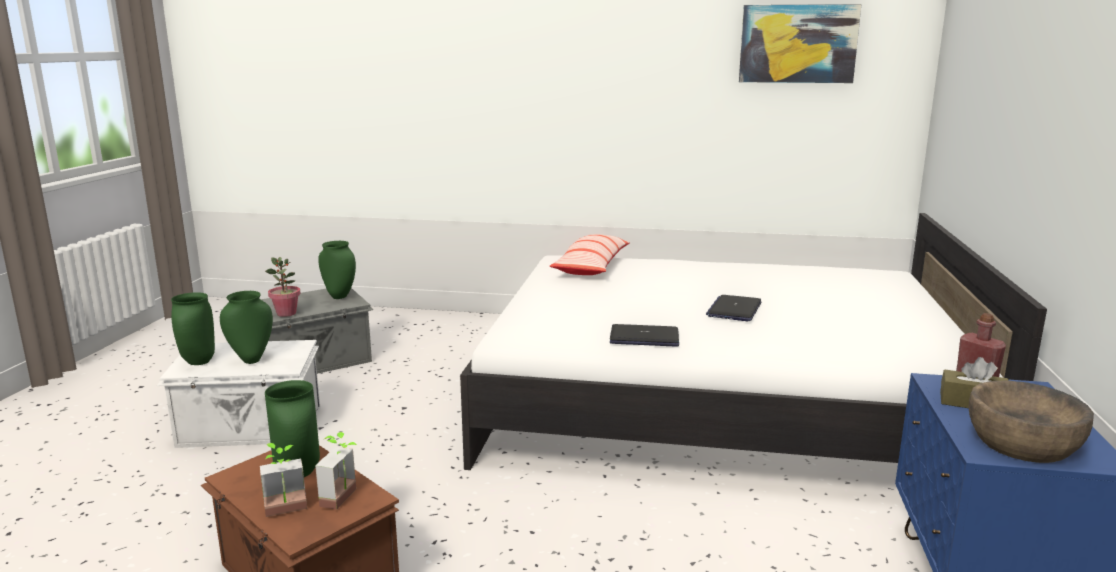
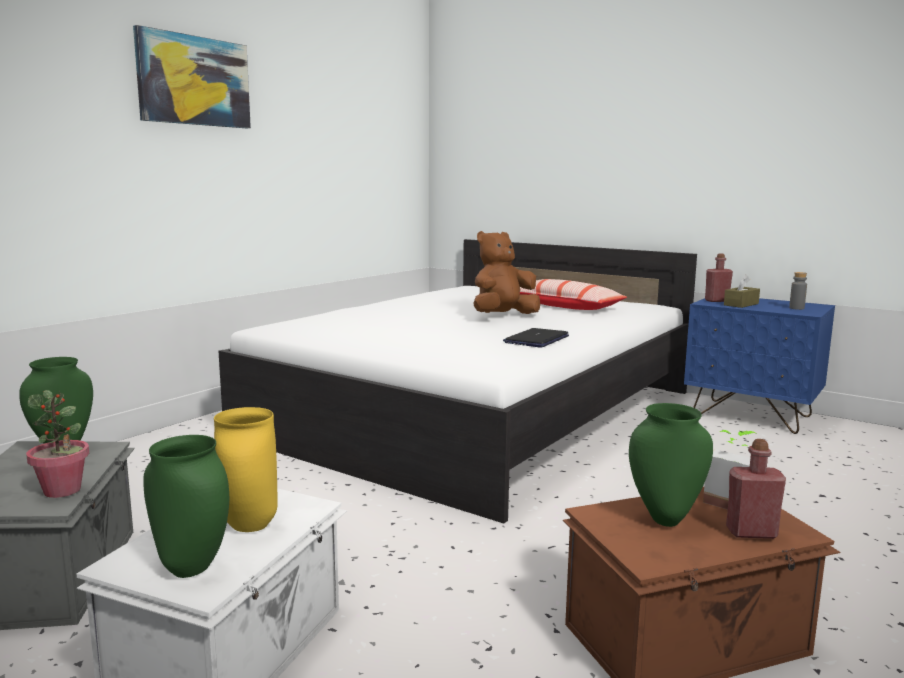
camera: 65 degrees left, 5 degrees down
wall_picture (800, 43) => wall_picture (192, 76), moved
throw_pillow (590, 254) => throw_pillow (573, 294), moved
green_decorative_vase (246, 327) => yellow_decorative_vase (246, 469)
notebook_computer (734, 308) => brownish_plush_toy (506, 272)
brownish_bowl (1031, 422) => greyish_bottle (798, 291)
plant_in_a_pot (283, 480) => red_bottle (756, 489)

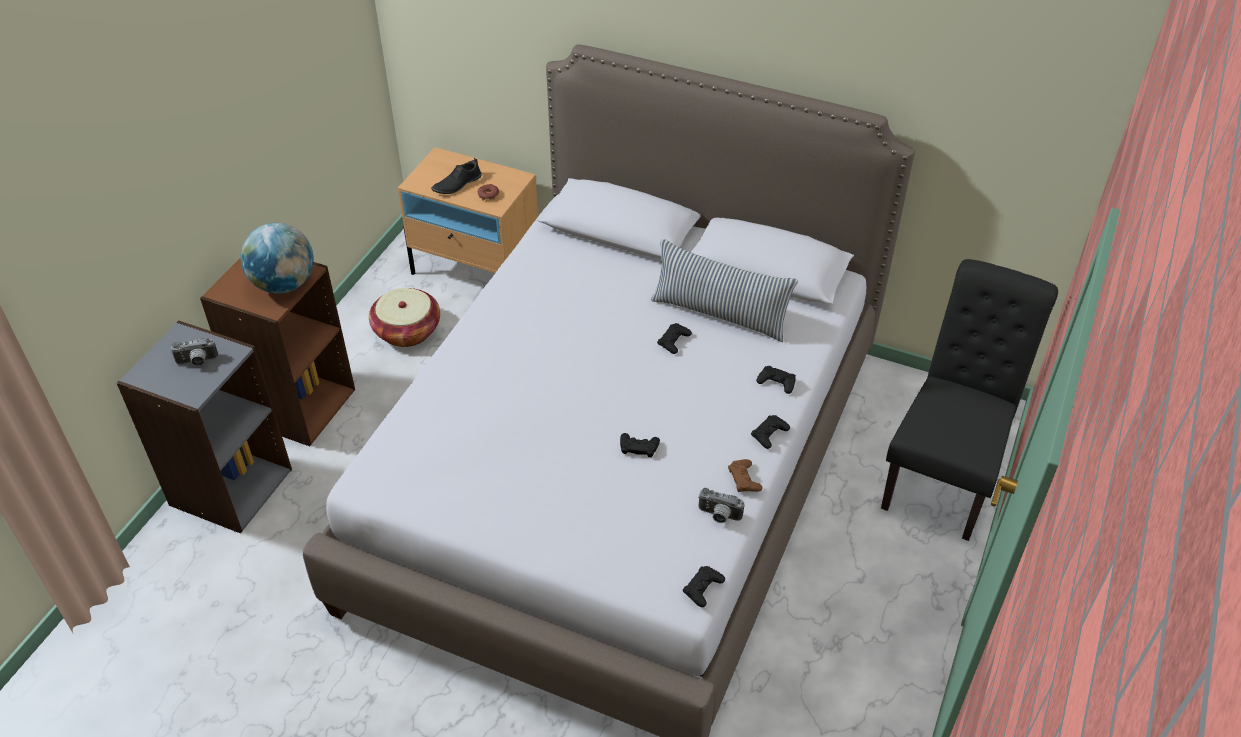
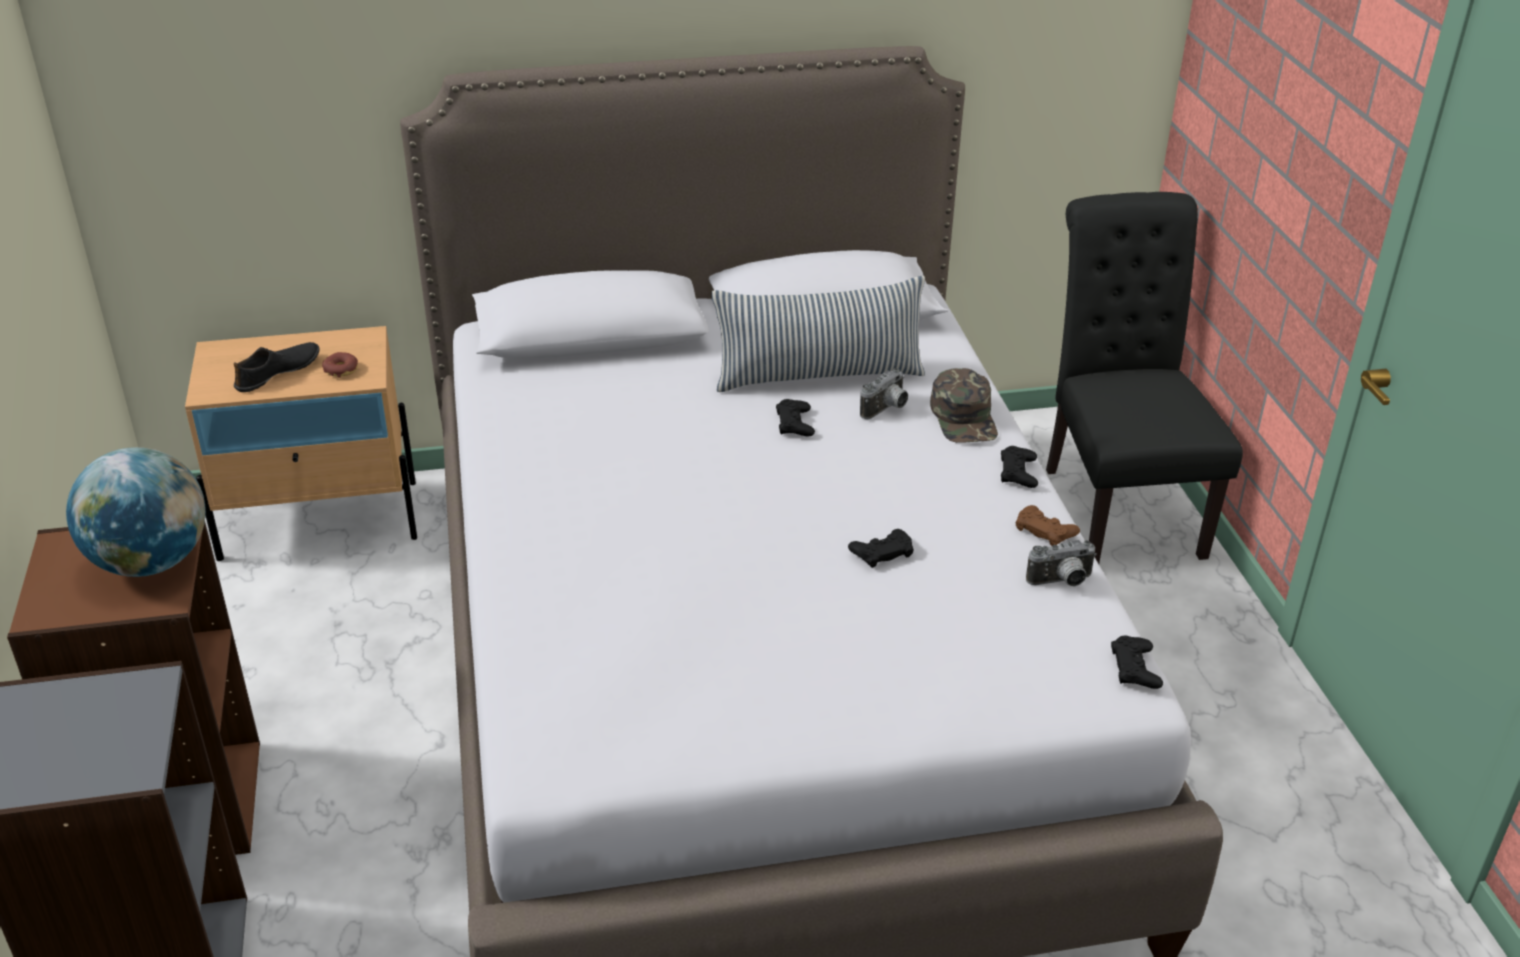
camera: 35 degrees left, 10 degrees down
blackish_item_of_footwear (456, 176) => blackish_item_of_footwear (277, 367), 150 degrees counterclockwise
basket (404, 317) => nothing
still_camera (194, 352) => still_camera (884, 393), moved
blackish_joypad (776, 380) => green_peaked_cap (964, 405)

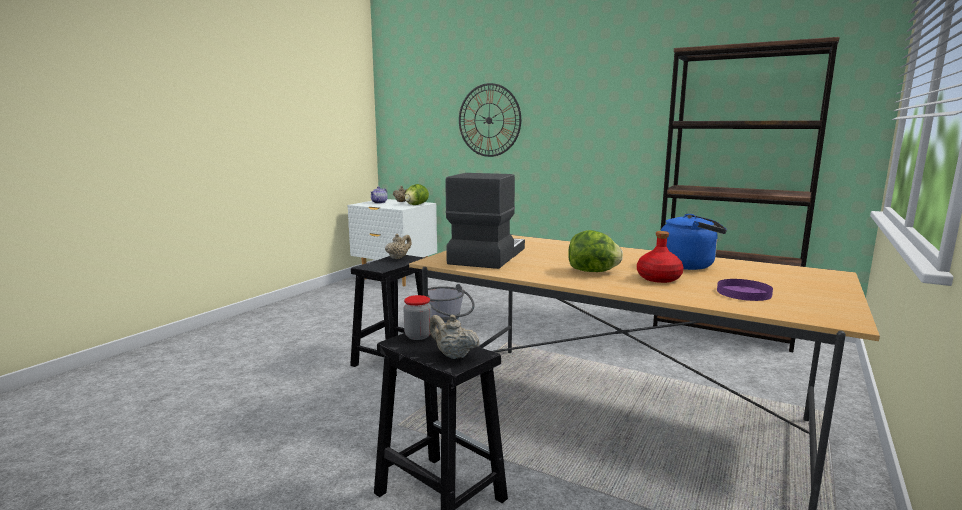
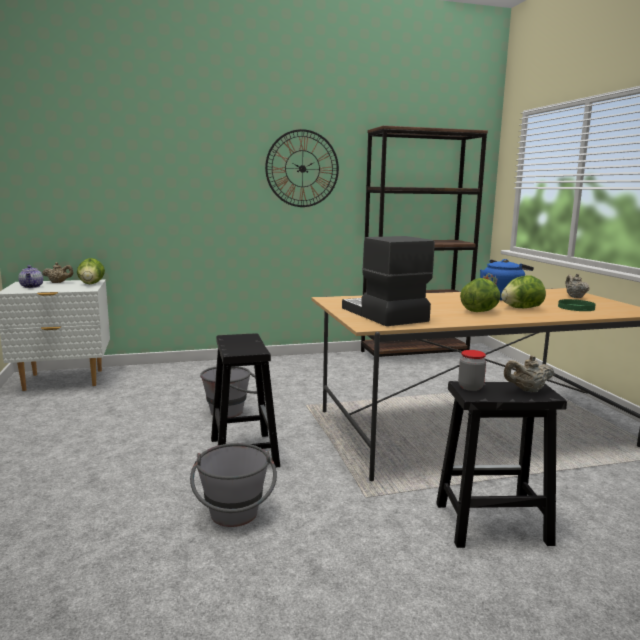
camera: 45 degrees left, 0 degrees up
wall_clock (490, 120) => wall_clock (302, 168), moved
red_bottle (660, 257) => lettuce (523, 291)
beige_teapot (398, 246) => beige_teapot (577, 285), moved
purplish_flat_dish (745, 290) => green_flat_dish (577, 305)
nothing => greyish_water_bucket (233, 485)

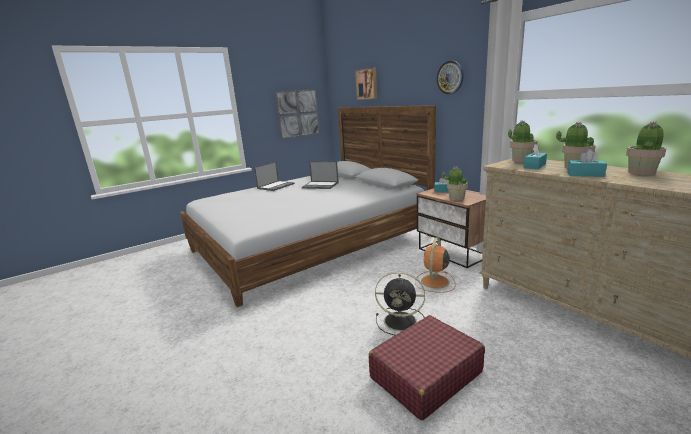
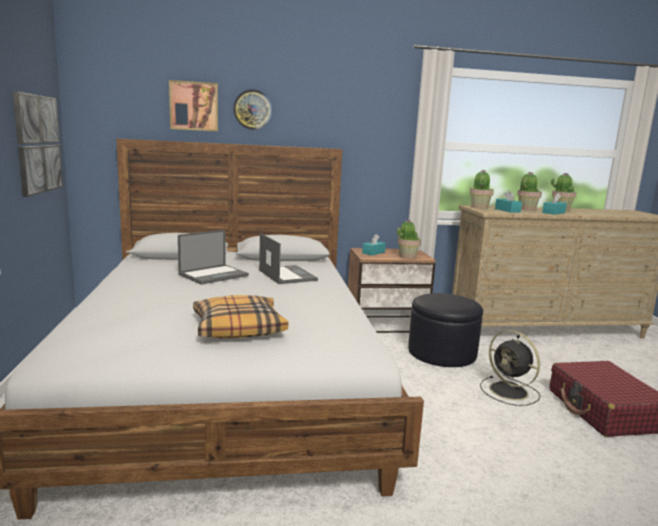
camera: 65 degrees left, 5 degrees down
wall_clock (450, 77) => wall_clock (253, 109), moved
notebook_computer (274, 176) => notebook_computer (288, 258), moved
orangey_fan (435, 265) => blackish_pouffe (445, 330)
blackish_fan (400, 303) => blackish_fan (510, 368), 105 degrees clockwise
nothing => throw_pillow (240, 316)

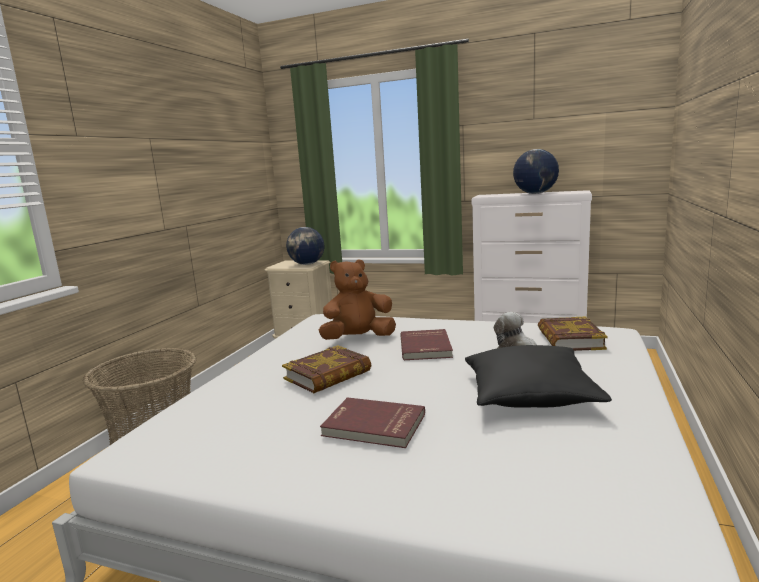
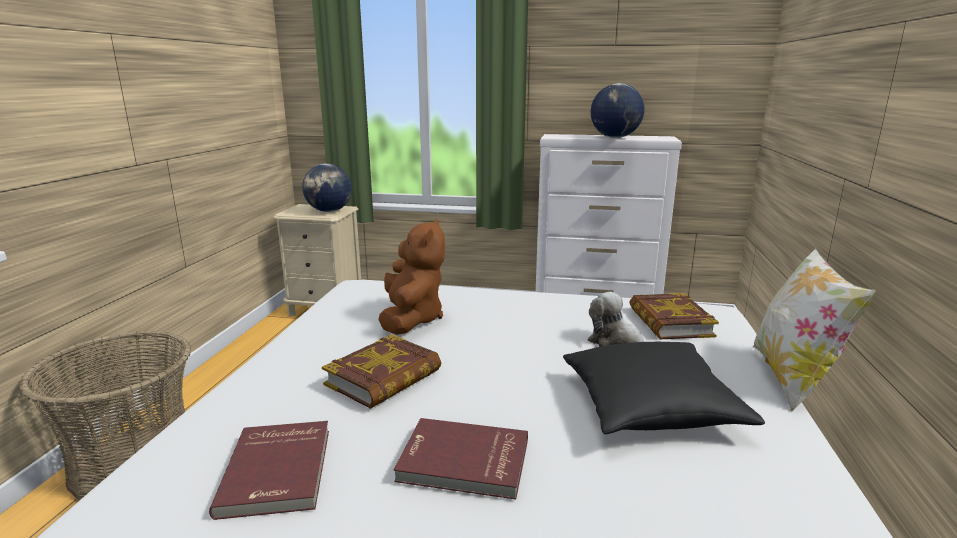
camera: 10 degrees left, 5 degrees up
brownish_plush_toy (357, 299) => brownish_plush_toy (411, 277), 120 degrees clockwise
red_bound_book (426, 344) => red_bound_book (269, 470), moved
nothing => throw_pillow (814, 330)

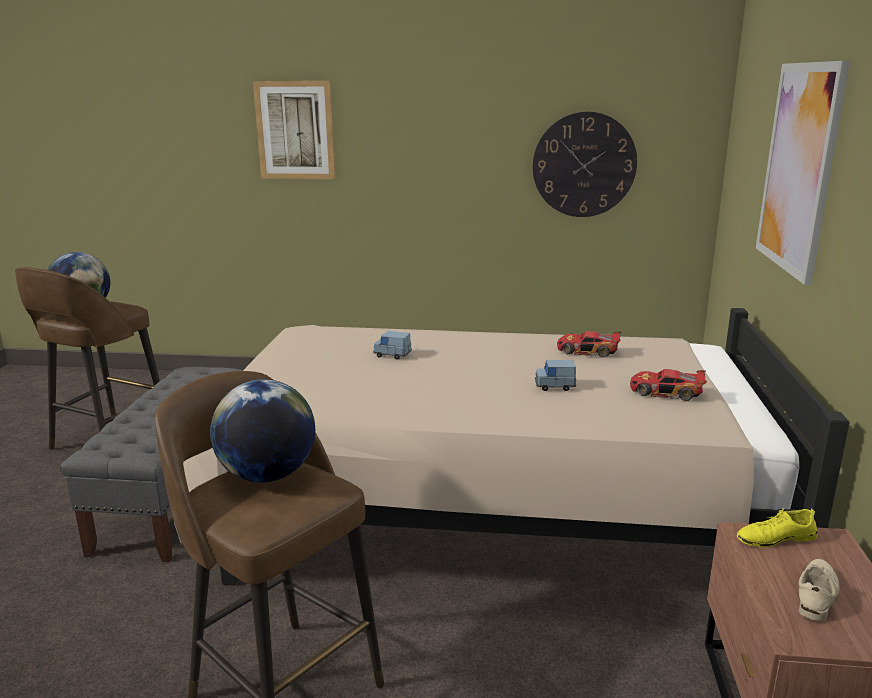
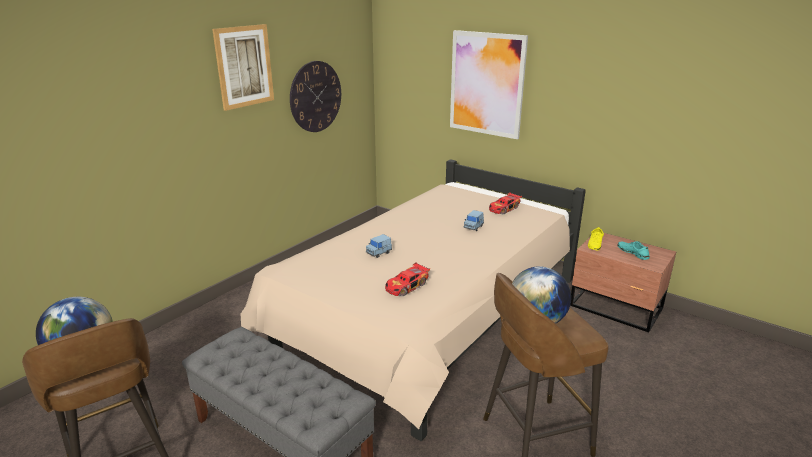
camera: 60 degrees left, 5 degrees up
wall_picture (294, 130) => wall_picture (243, 67), moved
toy_car (589, 344) => toy_car (407, 279), moved
beige_item_of_footwear (819, 590) => turquoise-coloured_item_of_footwear (633, 250)

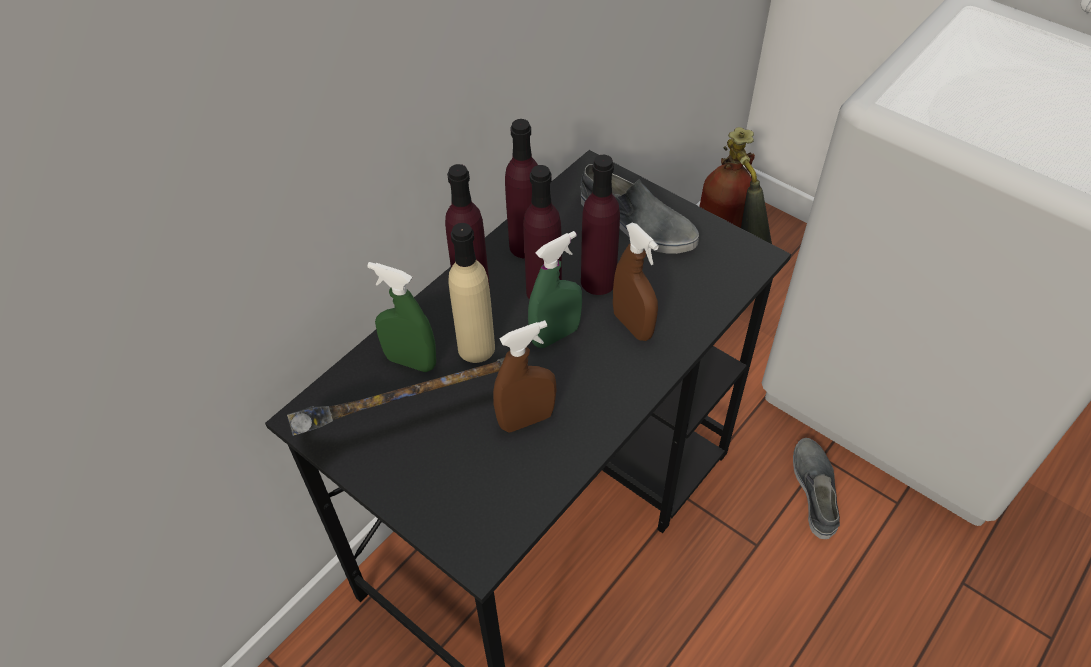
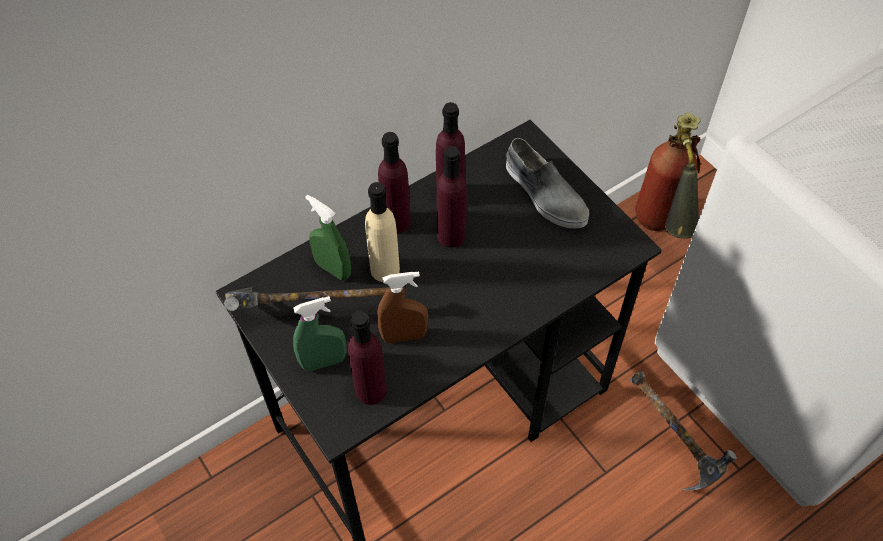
camera: 15 degrees right, 5 degrees up
purplish_bottle (600, 225) => purplish_bottle (367, 358), moved
brownish_spray_bottle (636, 282) => nothing
green_spray_bottle (555, 289) => green_spray_bottle (319, 334), moved
greyish_item_of_footwear (816, 488) => tool_hammer (683, 430)

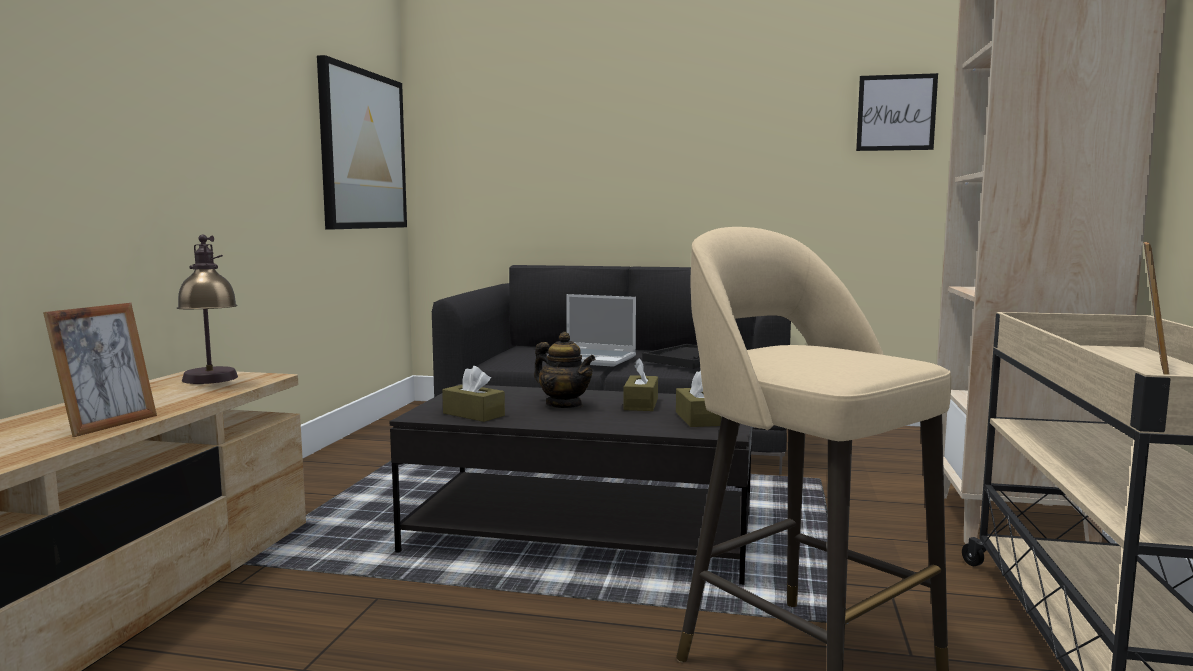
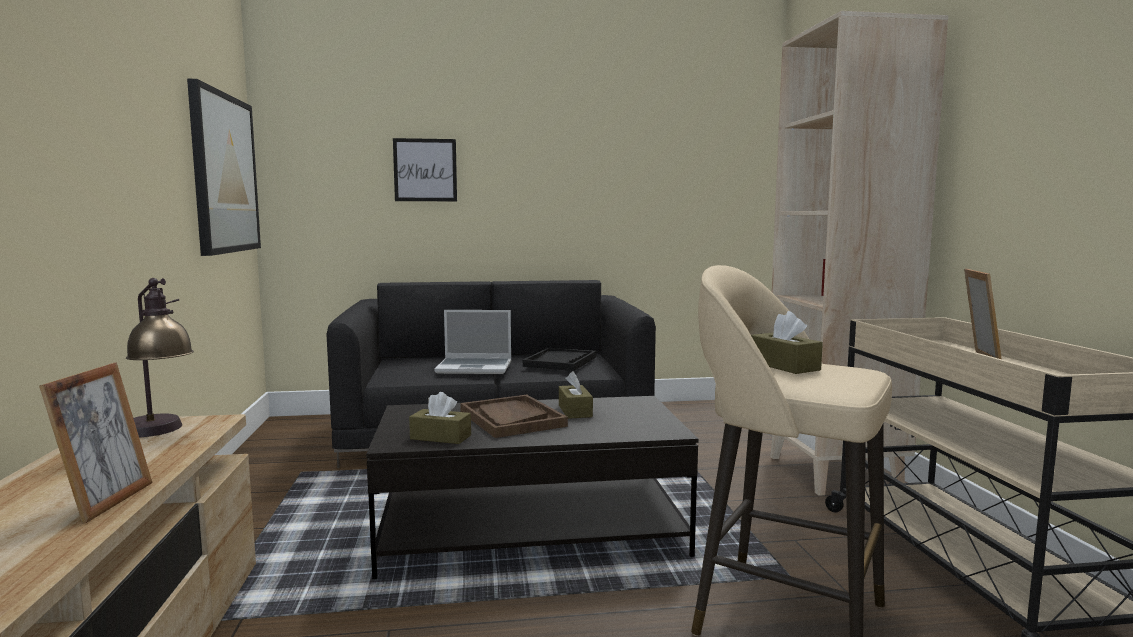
camera: 20 degrees left, 0 degrees up
wall_picture (897, 112) => wall_picture (425, 169), moved
teapot (564, 370) => brownish_serving_tray (514, 416)
brownish_box_of_tissues (698, 398) => brownish_box_of_tissues (787, 342), moved

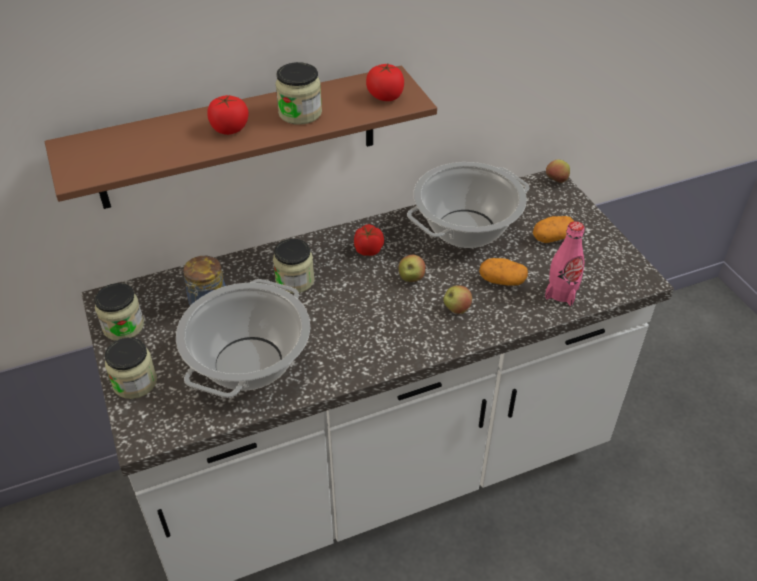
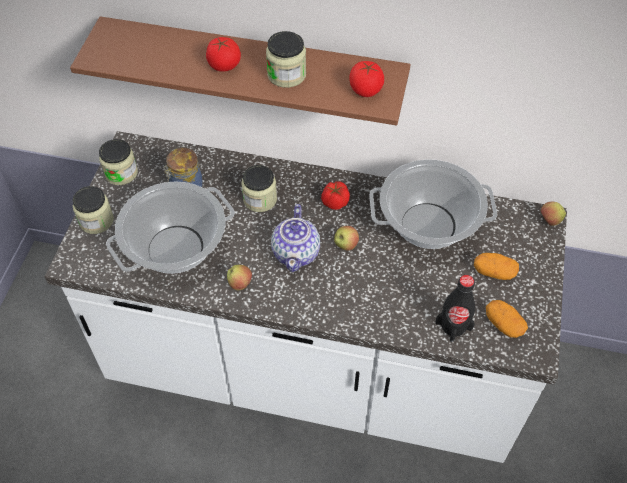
camera: 35 degrees right, 10 degrees up
pink_bottle (564, 263) => blackish_bottle (455, 308)
potato (503, 272) => potato (507, 319), moved
whole_apple (457, 299) => whole_apple (239, 278), moved
nothing => teapot (295, 238)

